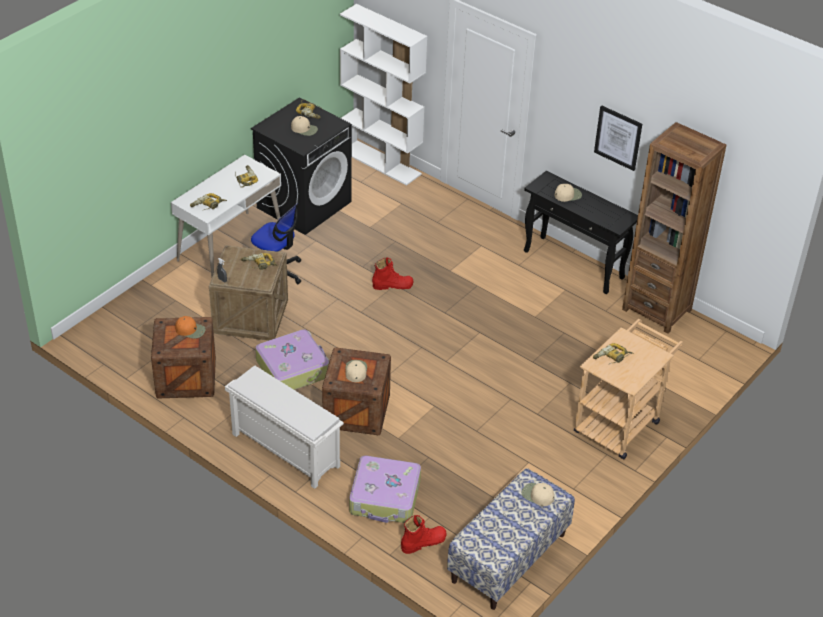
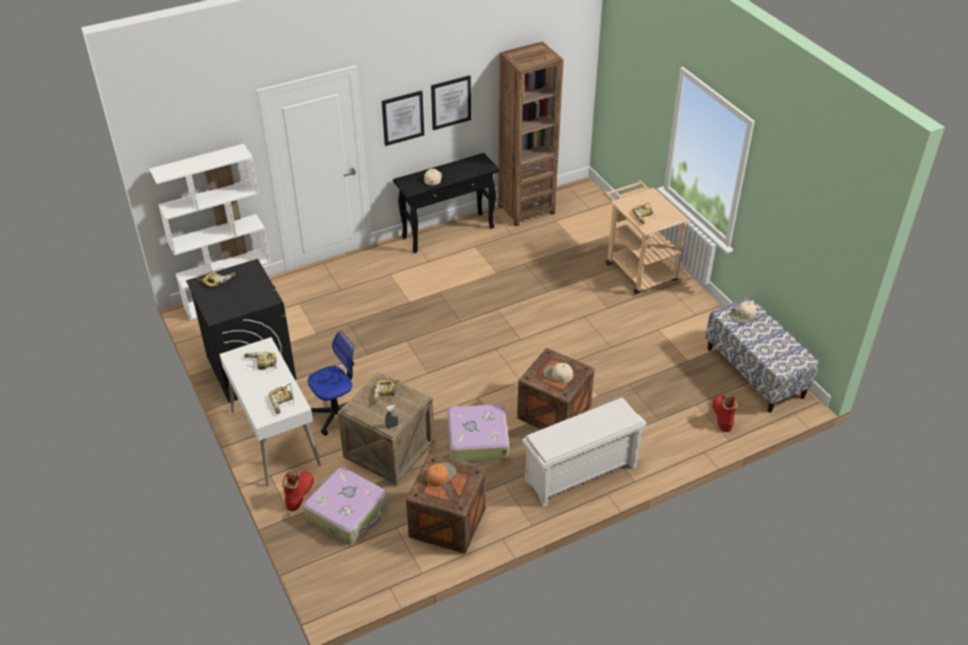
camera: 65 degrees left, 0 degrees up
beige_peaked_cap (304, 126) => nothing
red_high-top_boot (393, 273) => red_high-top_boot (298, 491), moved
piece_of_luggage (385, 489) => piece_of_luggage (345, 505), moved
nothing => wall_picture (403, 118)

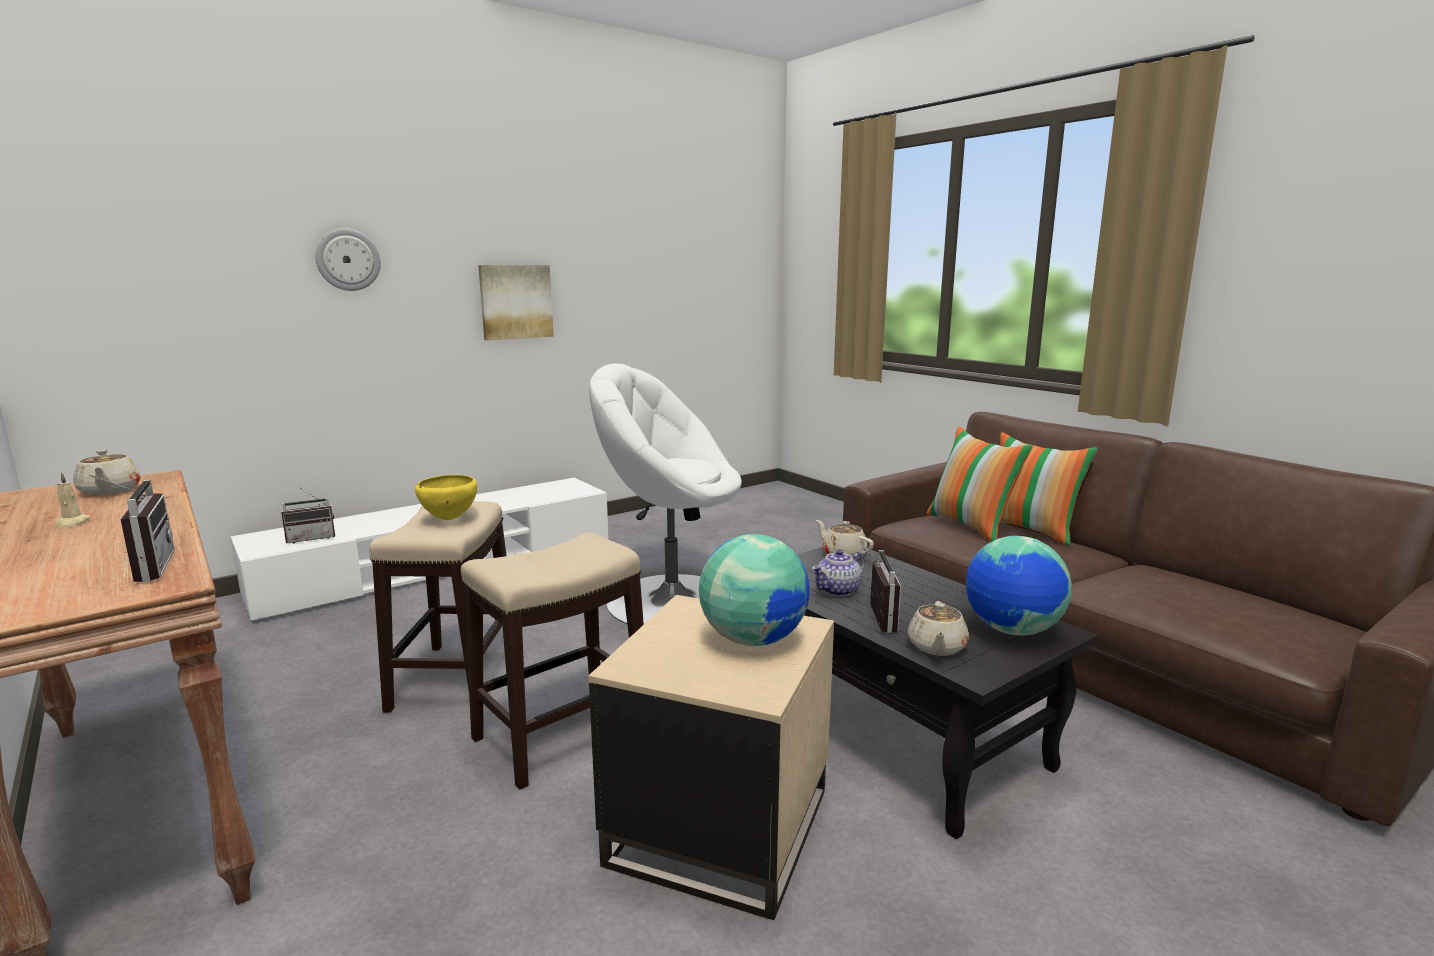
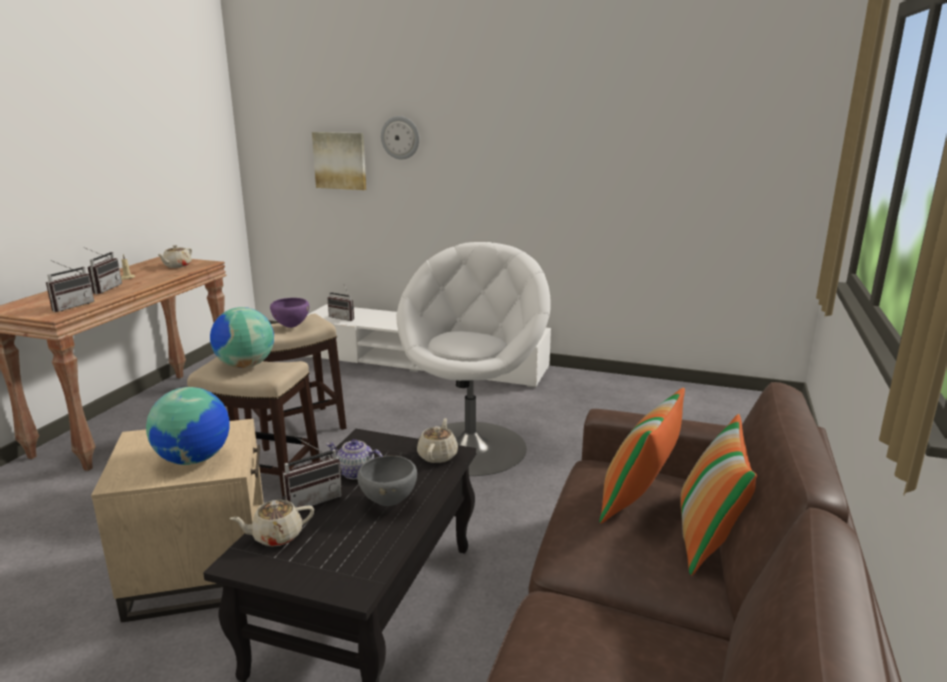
camera: 55 degrees right, 5 degrees up
wall_picture (516, 302) => wall_picture (339, 161), moved
whitish_easy_chair (665, 493) => whitish_easy_chair (473, 359), 45 degrees clockwise
yellow_bowl (446, 497) => purplish_bowl (289, 313)
world_globe (1019, 586) => world_globe (242, 337), moved
nothing => radio_set (102, 270)
nothing => greyish_bowl (387, 481)

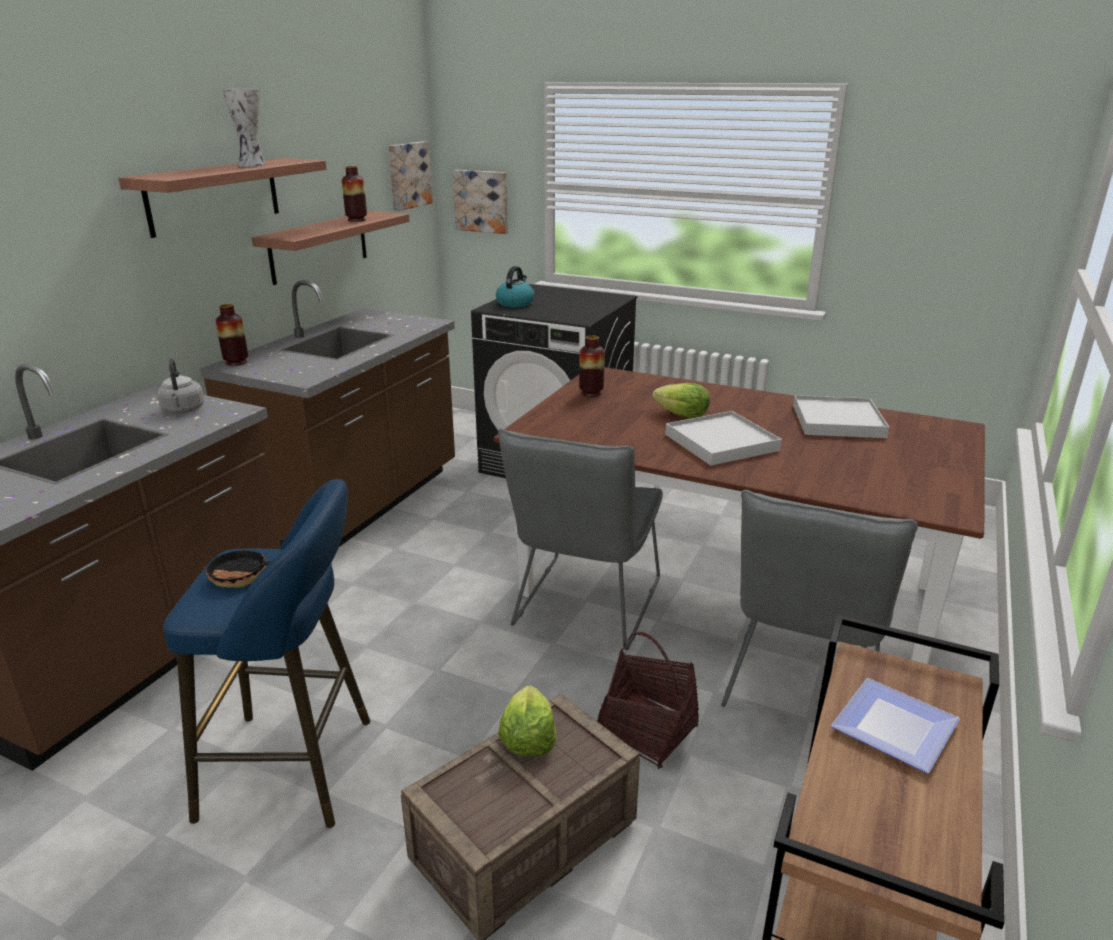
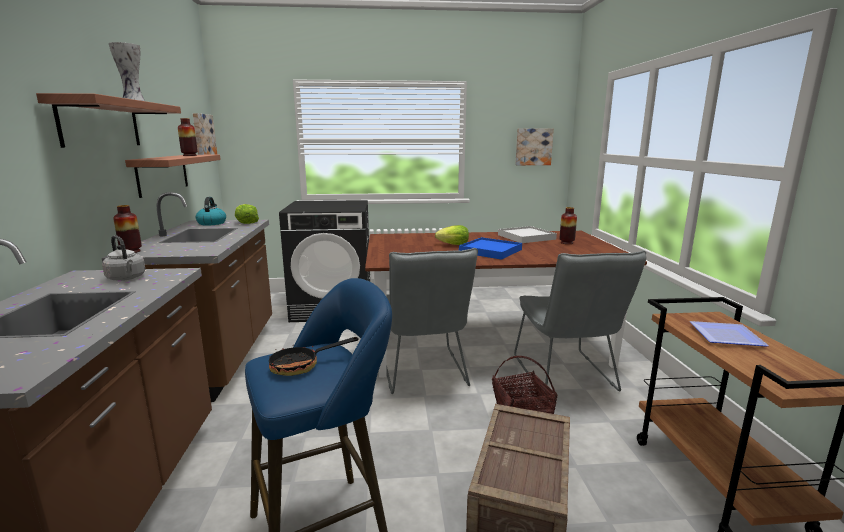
camera: 30 degrees left, 10 degrees down
wall_picture (480, 202) => wall_picture (534, 146), moved
kettle (515, 286) => kettle (211, 211), moved
decorative_vase (592, 366) => decorative_vase (568, 225), moved
whitish_serving_tray (723, 438) => blue_serving_tray (490, 248)
lettuce (527, 721) => lettuce (247, 214), moved

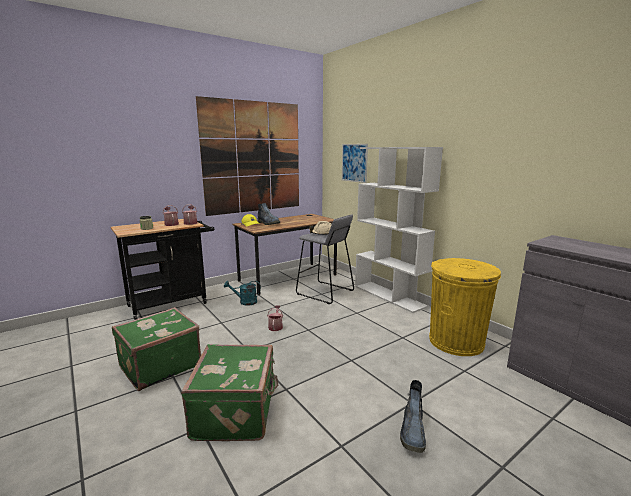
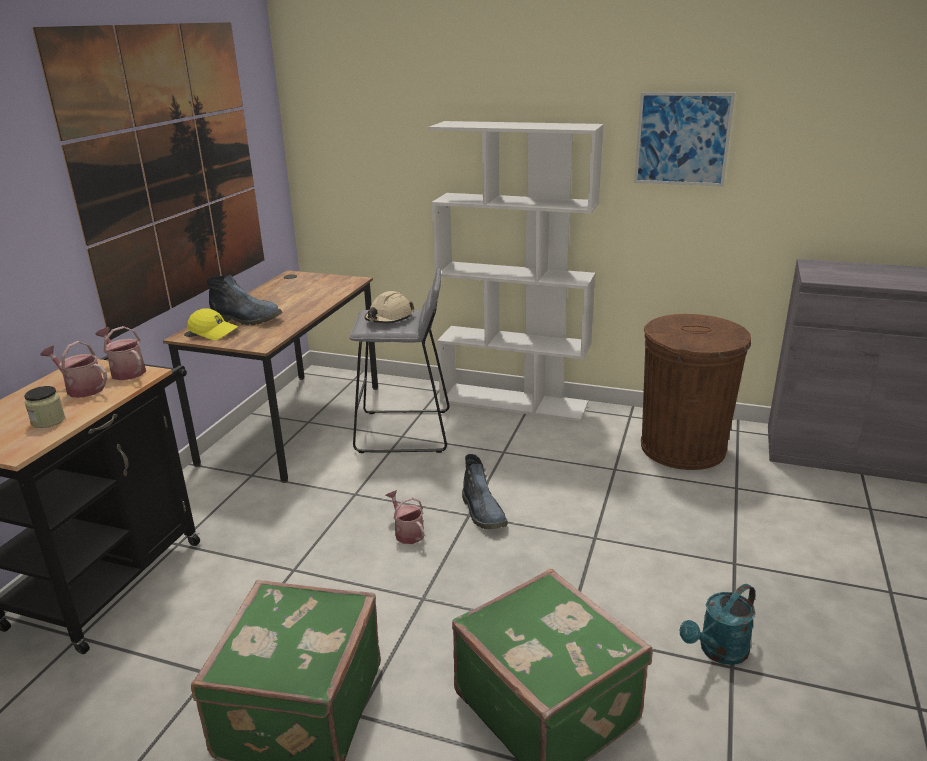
camera: 35 degrees left, 10 degrees up
wall_picture (355, 163) => wall_picture (684, 139), moved
yellow_waste_bin (465, 307) => brownish_waste_bin (696, 392)
turquoise-coloured_sprinkling_can (242, 293) => turquoise-coloured_sprinkling_can (718, 624), moved
high-top_boot (413, 416) => high-top_boot (485, 491), moved

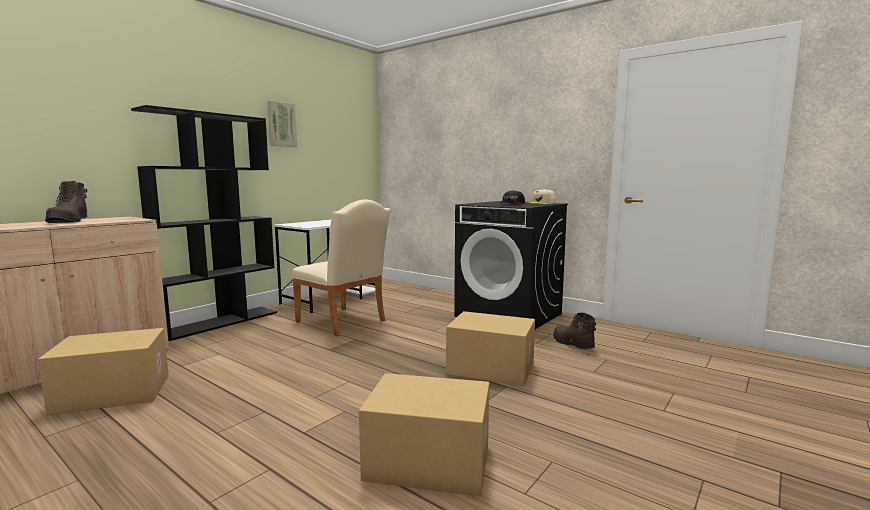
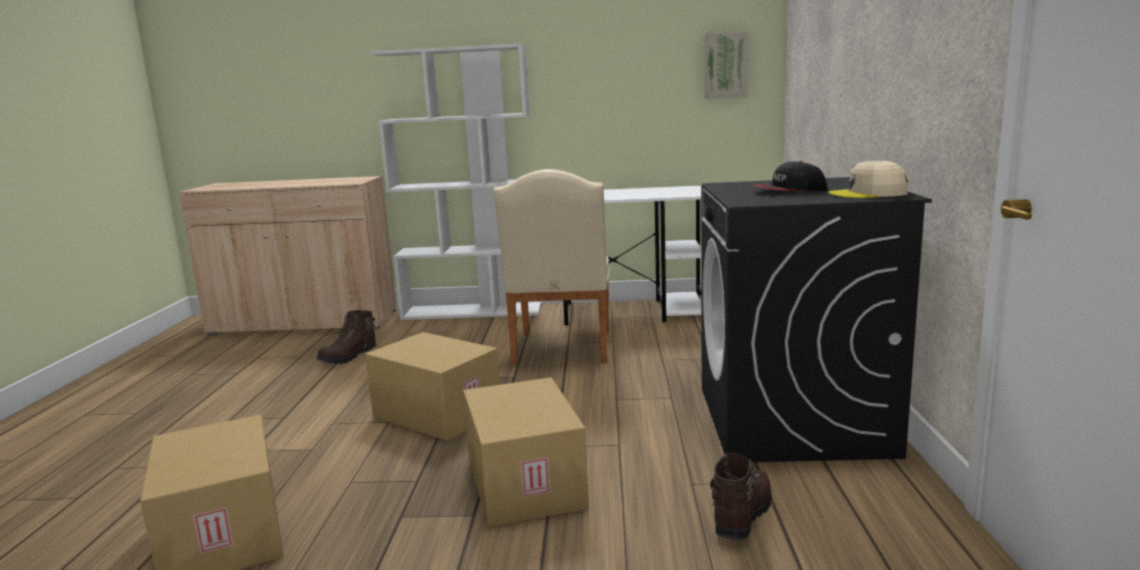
camera: 55 degrees right, 5 degrees up
wall_picture (282, 124) => wall_picture (726, 65), moved
blackish_bookcase (204, 223) => whitish_bookcase (456, 181)
brownish_high-top_boot (66, 202) => brownish_high-top_boot (346, 337), moved
packing_box (103, 371) => packing_box (432, 386), moved

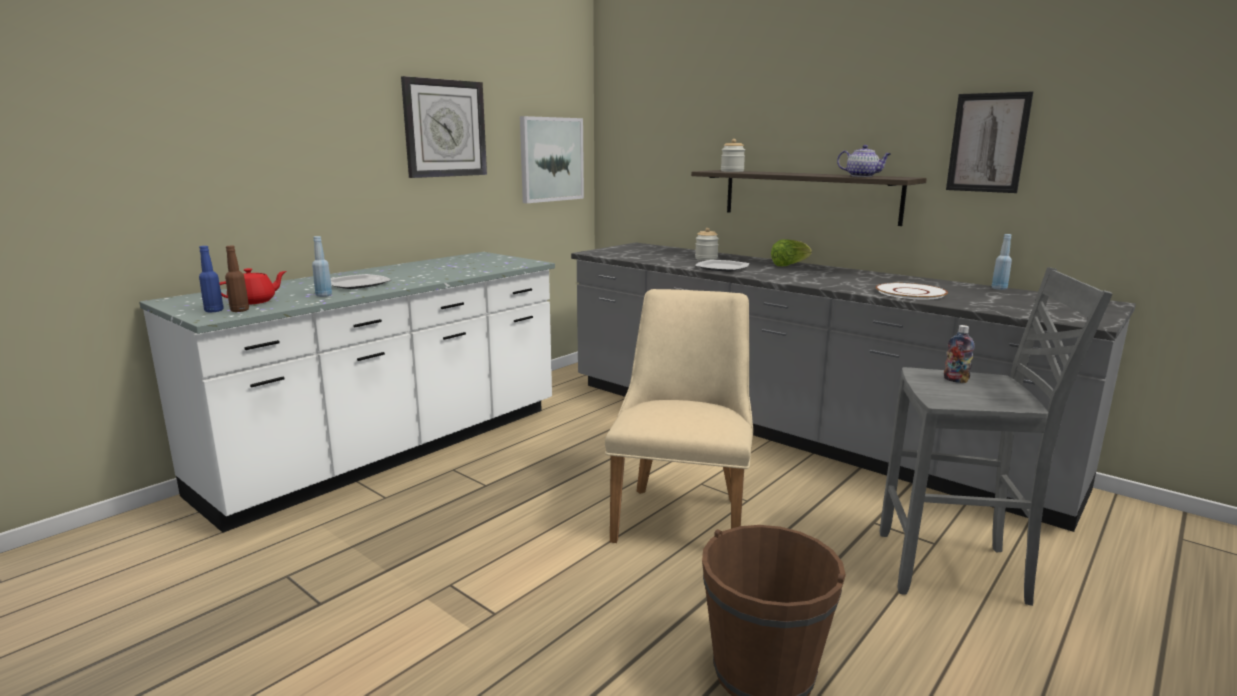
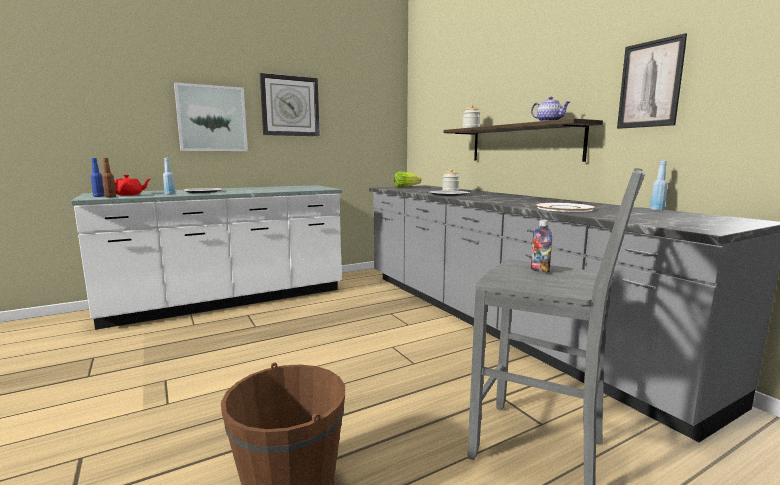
camera: 20 degrees right, 5 degrees down
wall_picture (552, 159) => wall_picture (211, 116), moved
lettuce (791, 252) => lettuce (407, 179), moved
beige_upright_chair (679, 416) => nothing

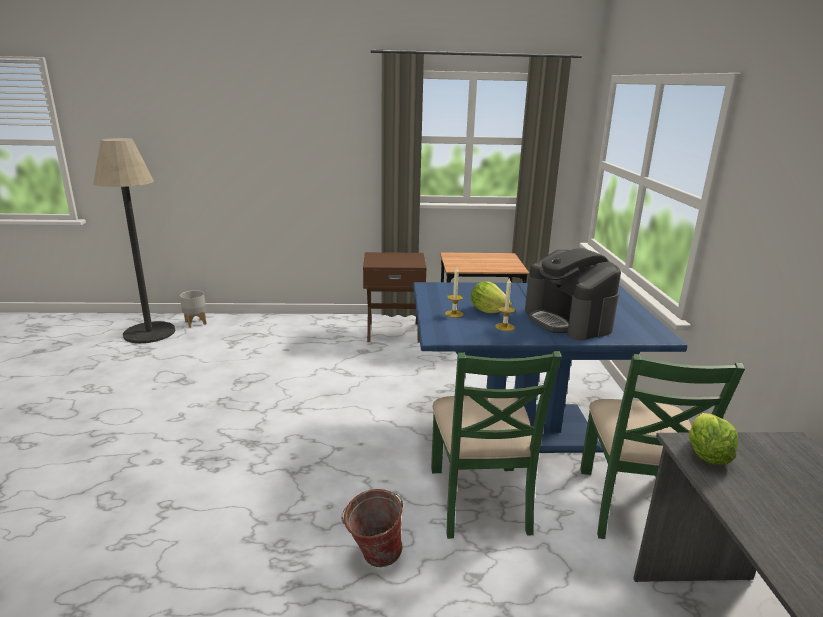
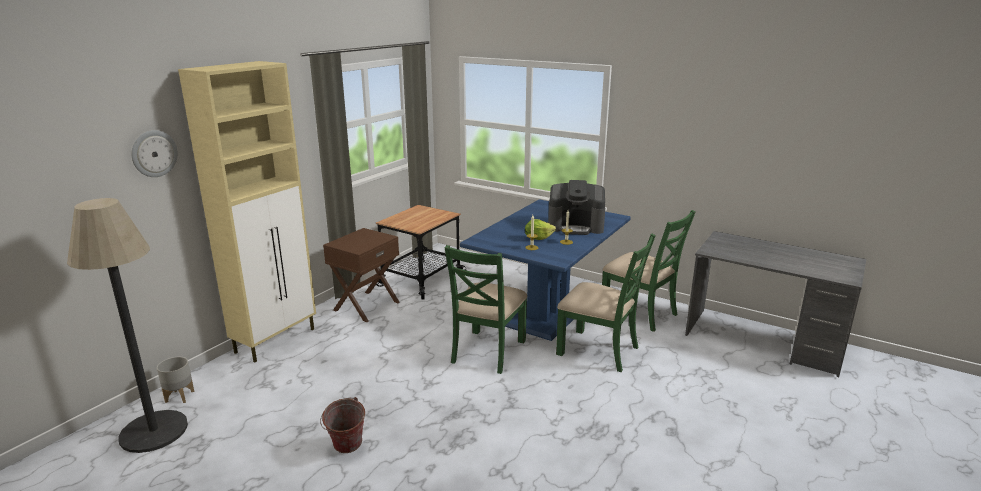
camera: 55 degrees left, 0 degrees up
lettuce (713, 439) => nothing
water_bucket (372, 528) => water_bucket (342, 425), moved
nothing => beige_cabinet (247, 211)
nothing => wall_clock (154, 153)
nothing => green_upright_chair (486, 309)

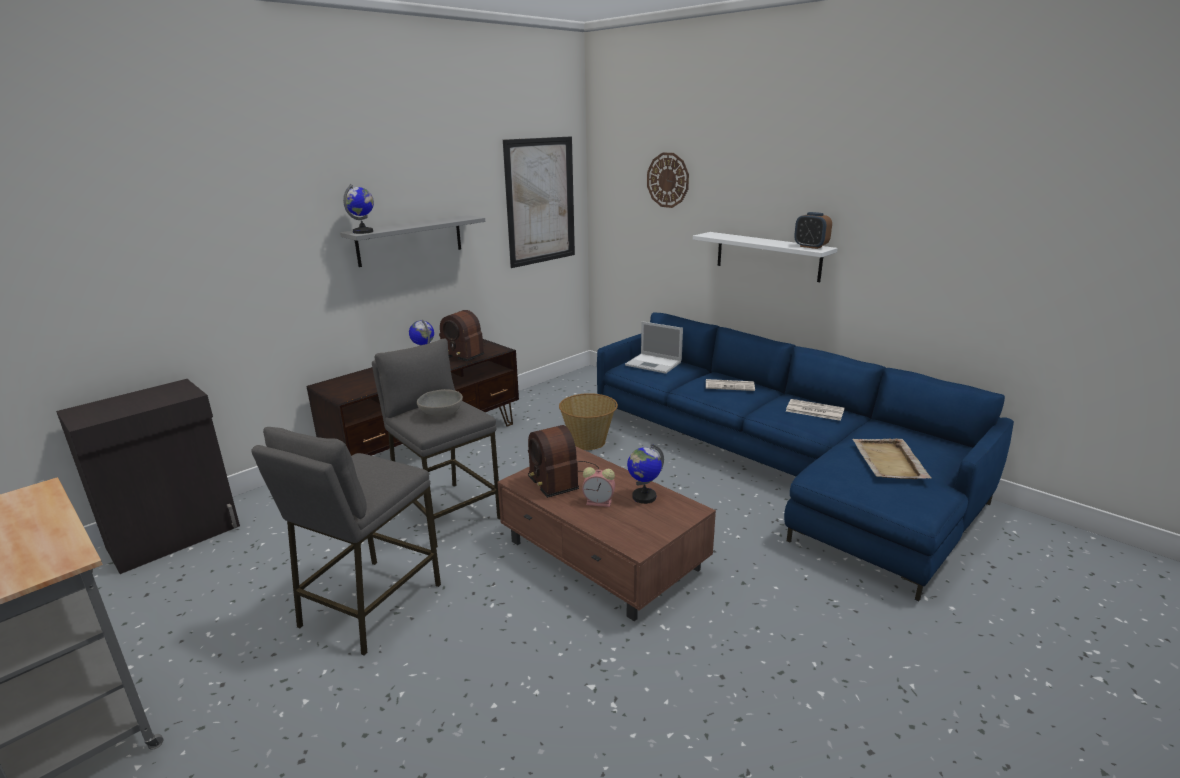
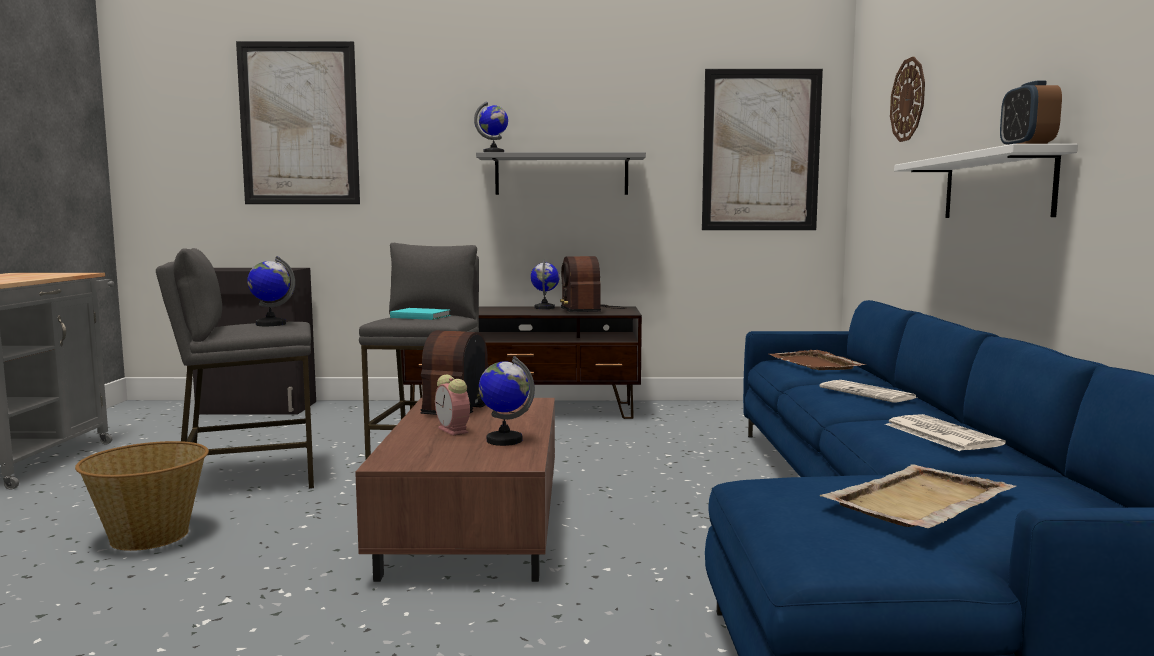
camera: 45 degrees right, 15 degrees down
notebook_computer (654, 347) => brownish_serving_tray (818, 360)
greyish_bowl (440, 403) => turquoise-coloured_bound_book (420, 314)
basket (588, 421) => basket (142, 496), moved
nothing => wall_picture (298, 122)
nothing => world_globe (271, 291)

